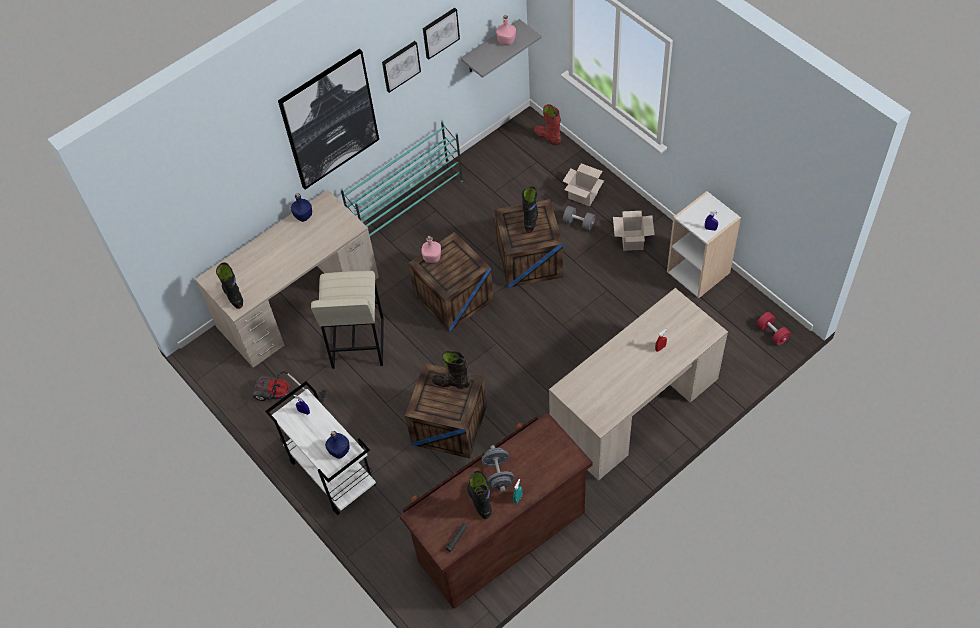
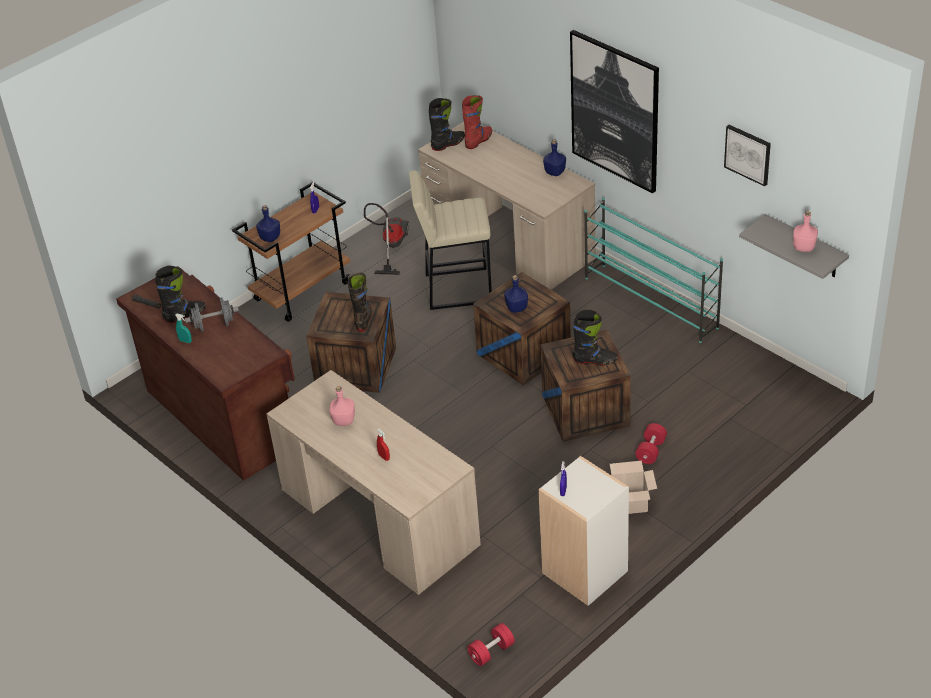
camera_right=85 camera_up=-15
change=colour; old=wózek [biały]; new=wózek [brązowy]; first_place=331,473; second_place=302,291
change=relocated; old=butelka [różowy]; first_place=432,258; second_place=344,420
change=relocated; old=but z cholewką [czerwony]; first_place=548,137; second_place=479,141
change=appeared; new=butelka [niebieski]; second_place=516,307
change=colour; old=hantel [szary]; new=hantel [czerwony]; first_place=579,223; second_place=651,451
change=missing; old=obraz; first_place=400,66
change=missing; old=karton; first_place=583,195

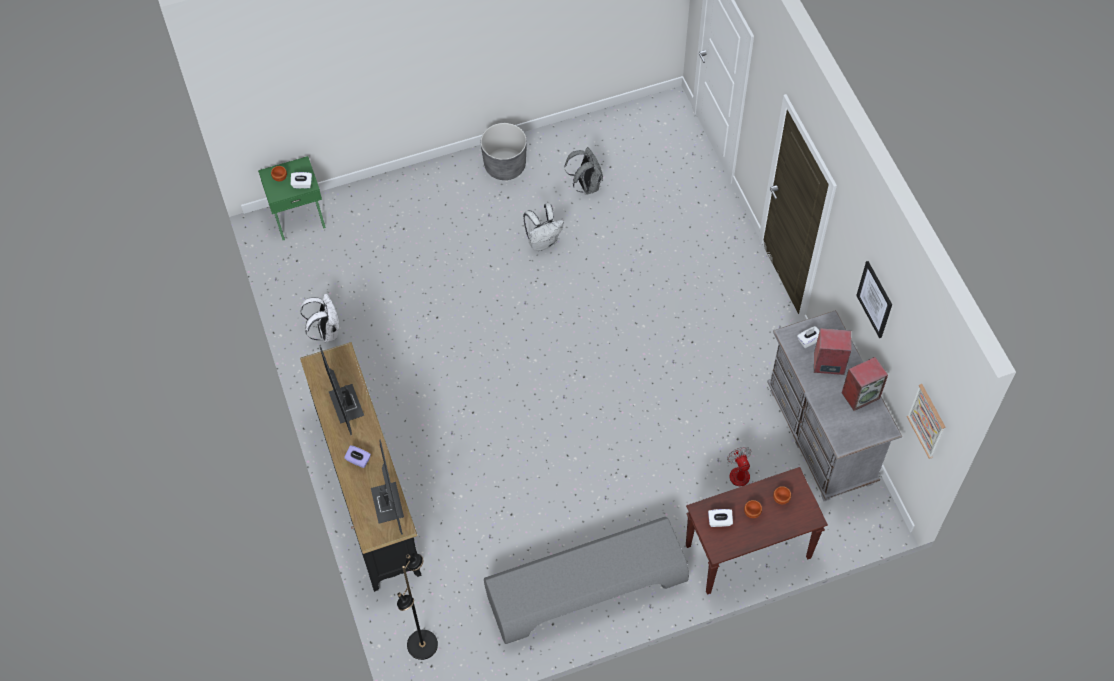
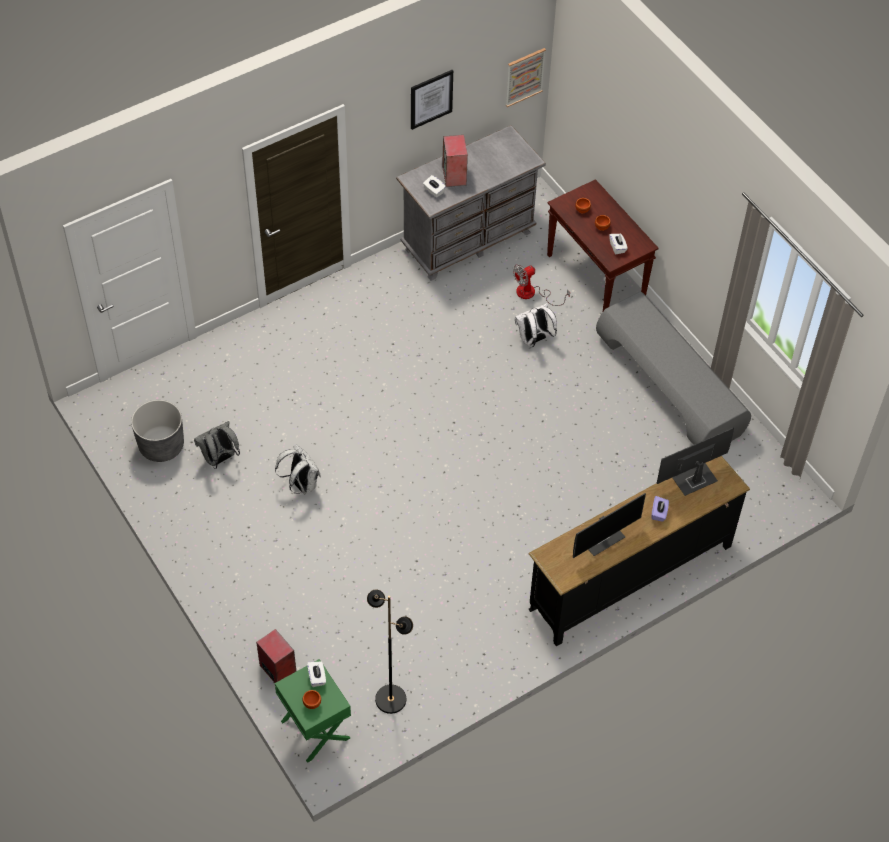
camera_right=-105 camera_up=-5
change=relocated; old=donica [szary]; first_place=505,166; second_place=161,445
change=relocated; old=głośnik; first_place=860,395; second_place=277,669
change=relocated; old=lampa stojąca [czarny]; first_place=423,645; second_place=390,698
change=relocated; old=plecak [biały]; first_place=326,331; second_place=534,339

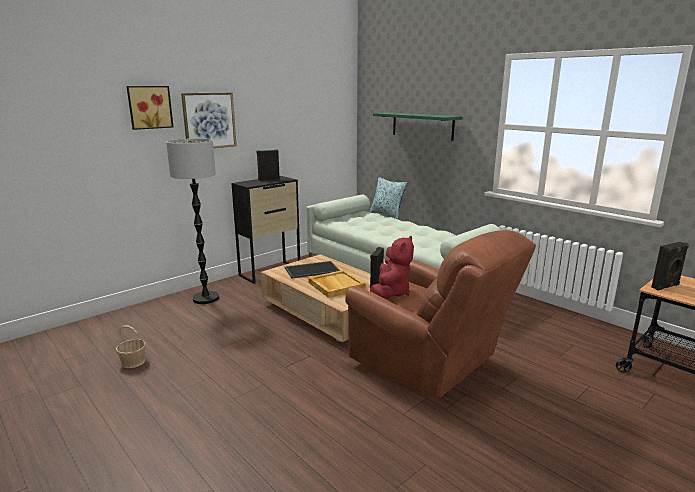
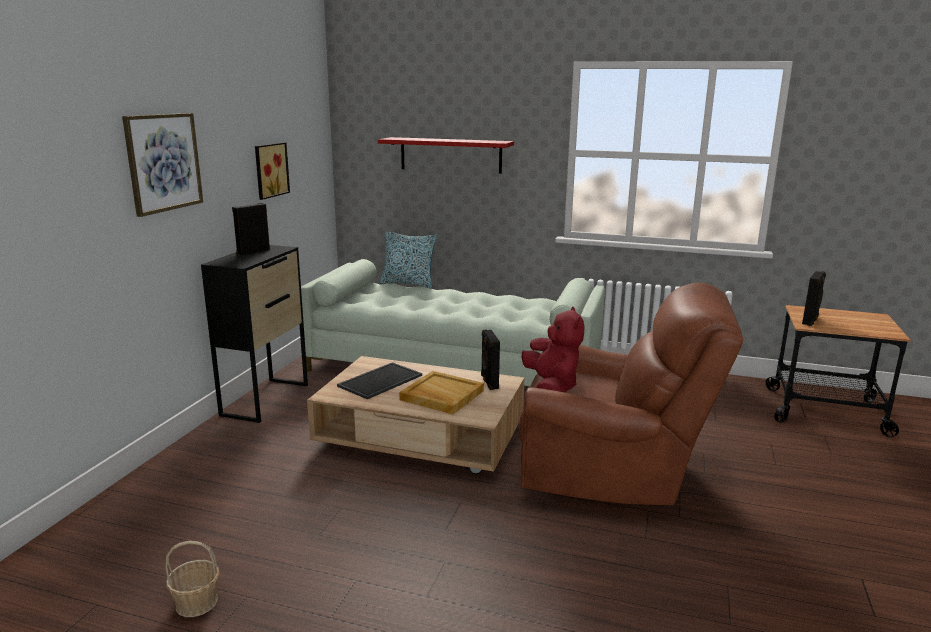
camera_right=-30 camera_up=0
change=relocated; old=obraz; first_place=149,107; second_place=269,170
change=colour; old=półka [zielony]; new=półka [czerwony]; first_place=422,125; second_place=450,155
change=missing; old=lampa stojąca; first_place=206,298

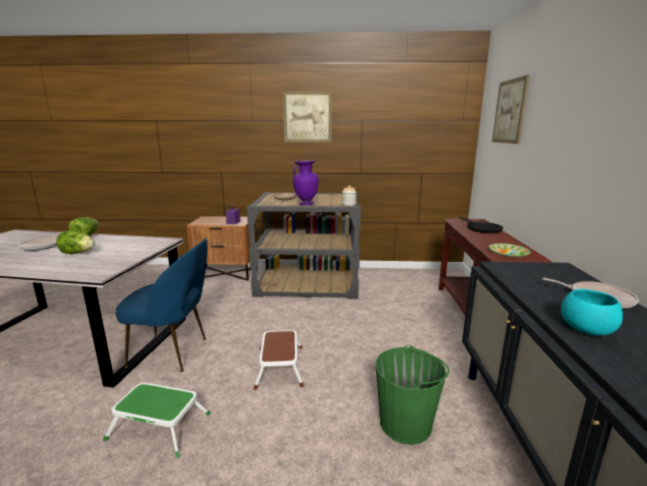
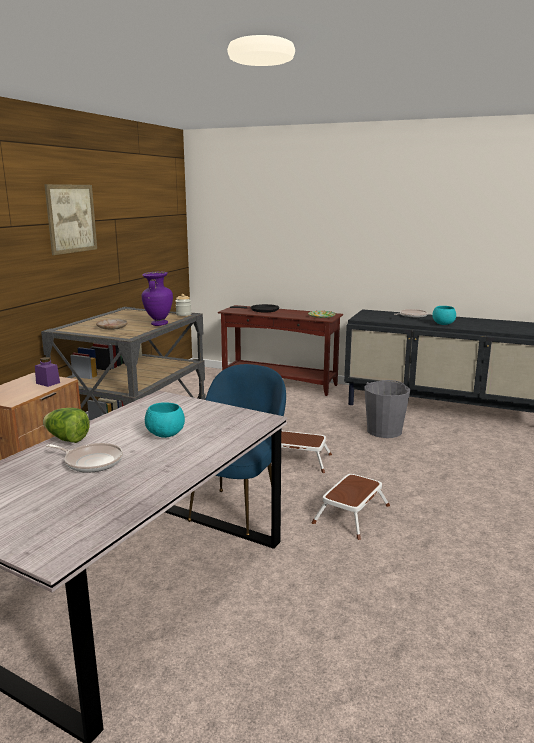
camera_right=-70 camera_up=0
change=exchanged; old=sałata; new=miska [turkusowy]; first_place=78,253; second_place=165,435
change=colour; old=drabinka [zielony]; new=drabinka [brązowy]; first_place=159,426; second_place=352,514
change=colour; old=wiadro [zielony]; new=wiadro [szary]; first_place=406,423; second_place=384,431
change=missing; old=obraz; first_place=510,111

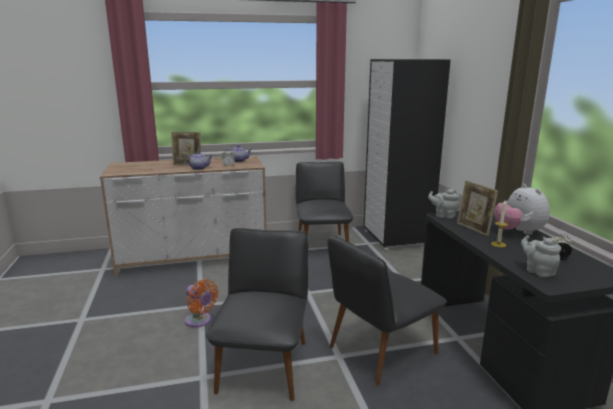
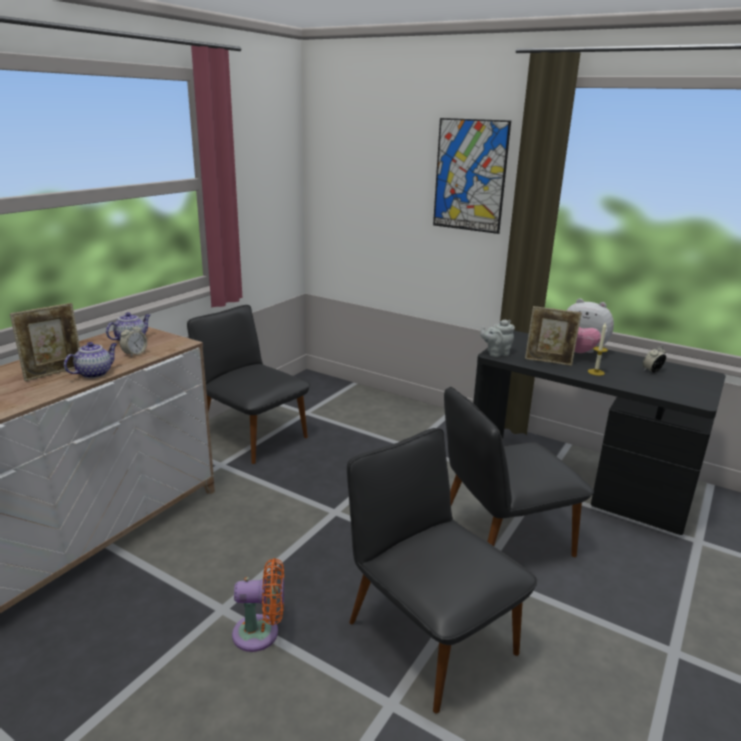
camera_right=-45 camera_up=5
change=appeared; new=obraz; second_place=470,176
change=spun; old=krzesło [czarny]; first_place=382,350; second_place=505,539; degrees=60
change=missing; old=szafa; first_place=397,238
change=missing; old=imbryk [szary]; first_place=538,271

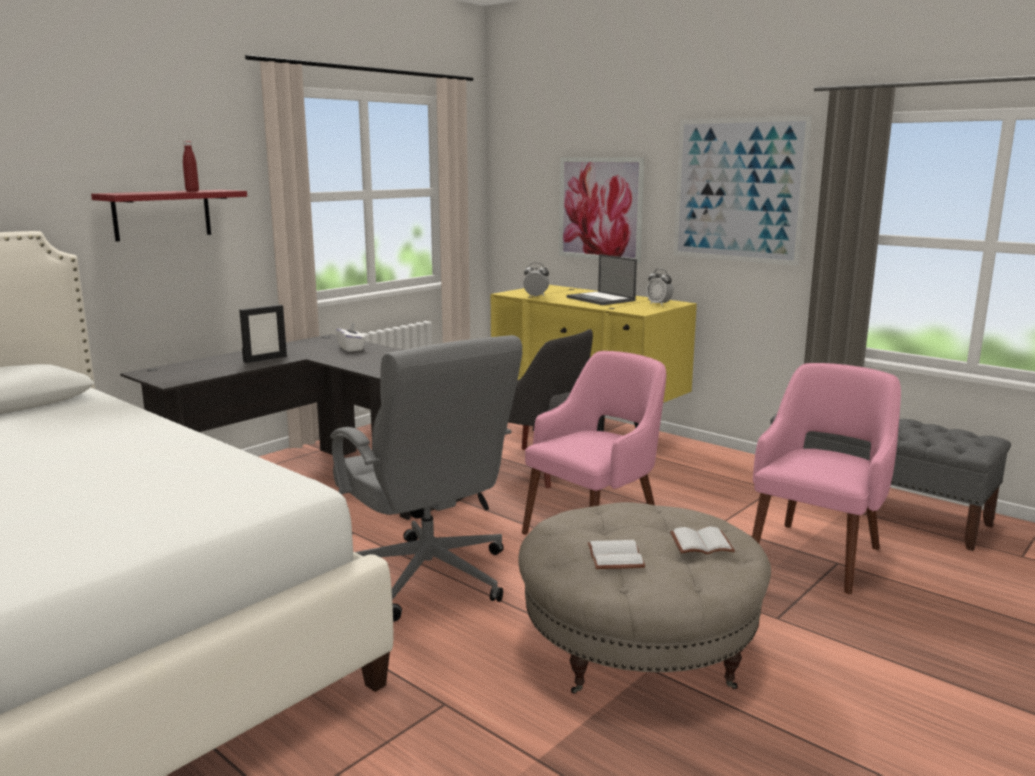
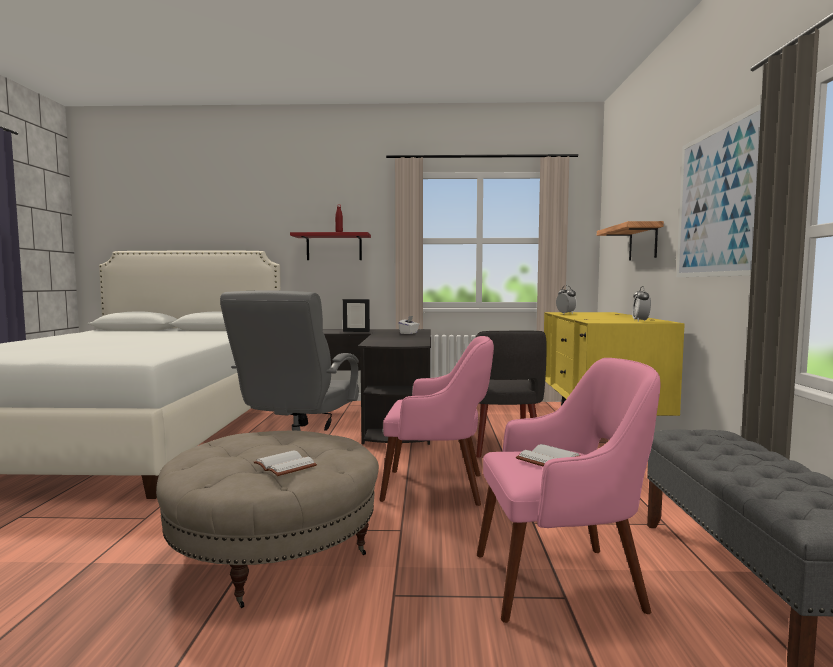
camera_right=50 camera_up=-10
change=relocated; old=książka [biały]; first_place=613,556; second_place=548,459
change=exchanged; old=obraz; new=półka; first_place=600,209; second_place=643,242
change=missing; old=laptop; first_place=601,299

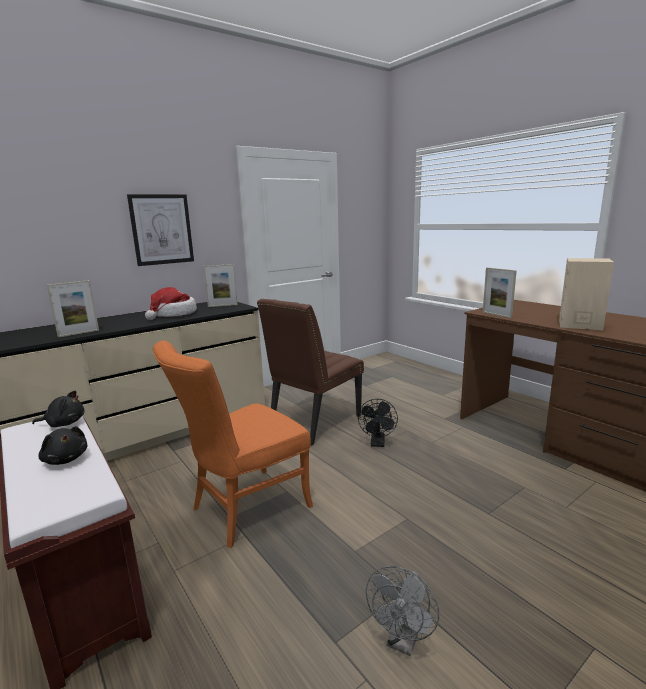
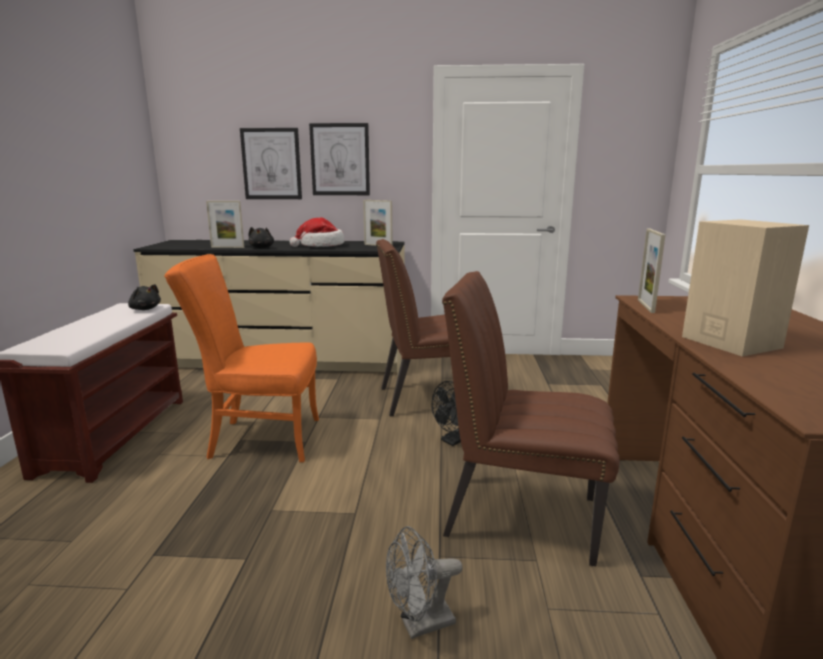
camera_right=40 camera_up=0
change=appeared; new=obraz; second_place=271,164
change=relocated; old=pluszak [czarny]; first_place=66,459; second_place=262,247
change=relocated; old=wentylator [szary]; first_place=403,641; second_place=420,625
change=appeared; new=krzesło [brązowy]; second_place=523,517

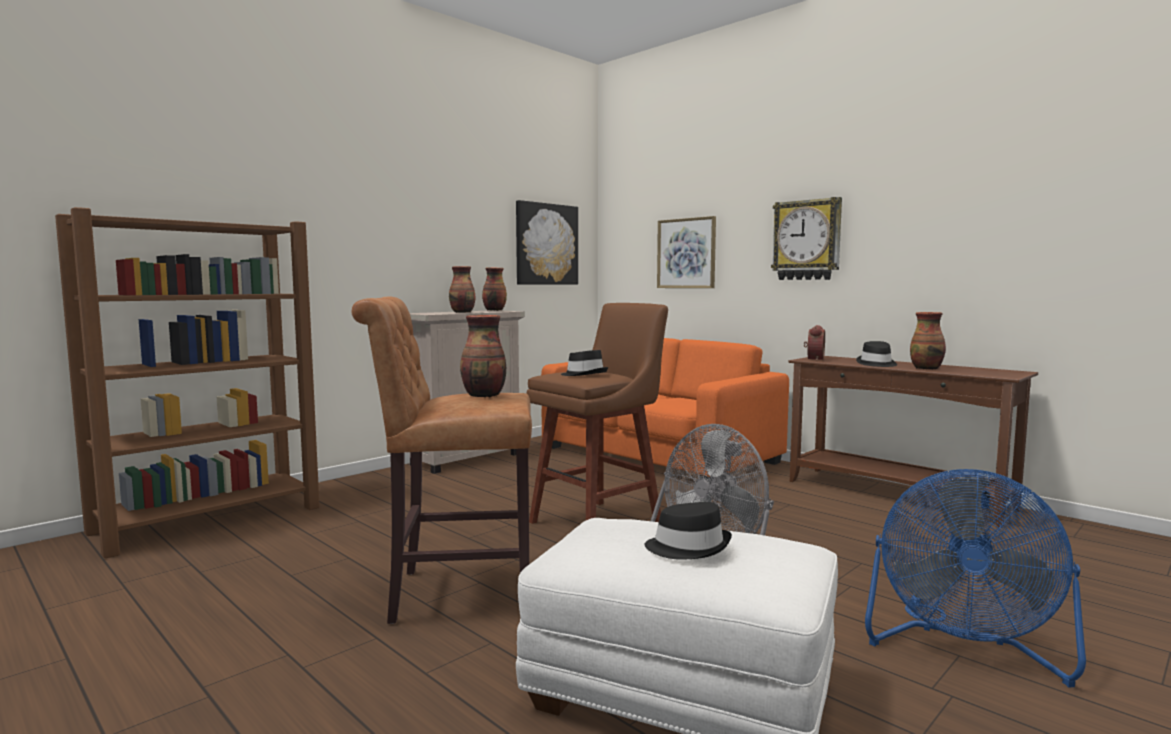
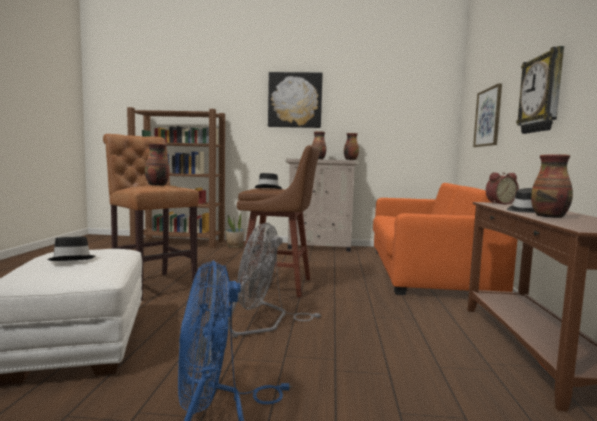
camera_right=50 camera_up=0
change=appeared; new=roślina doniczkowa; second_place=234,246
change=relocated; old=obraz; first_place=546,244; second_place=295,100

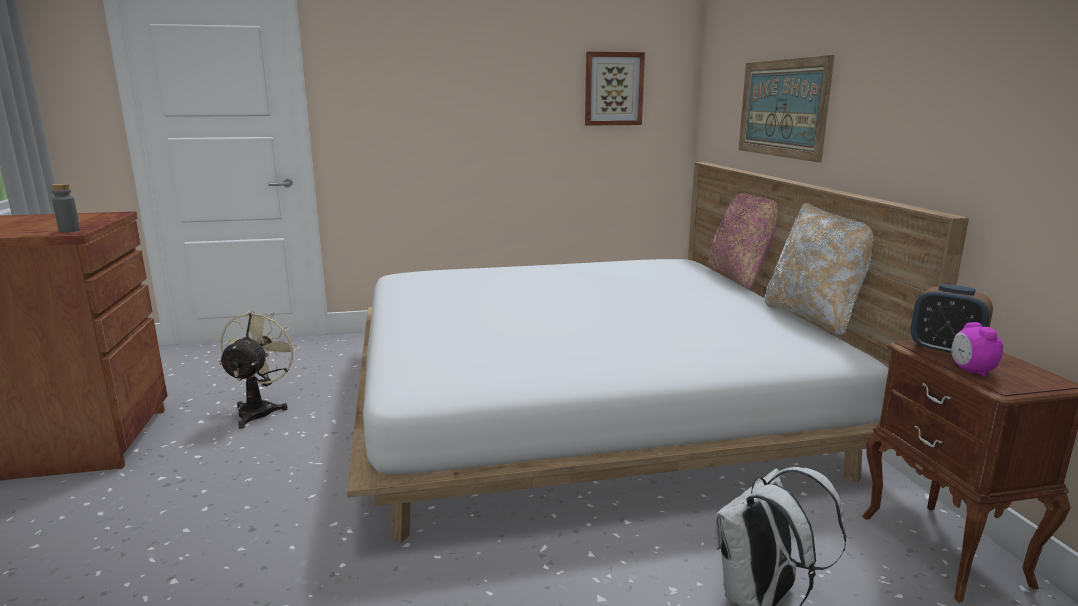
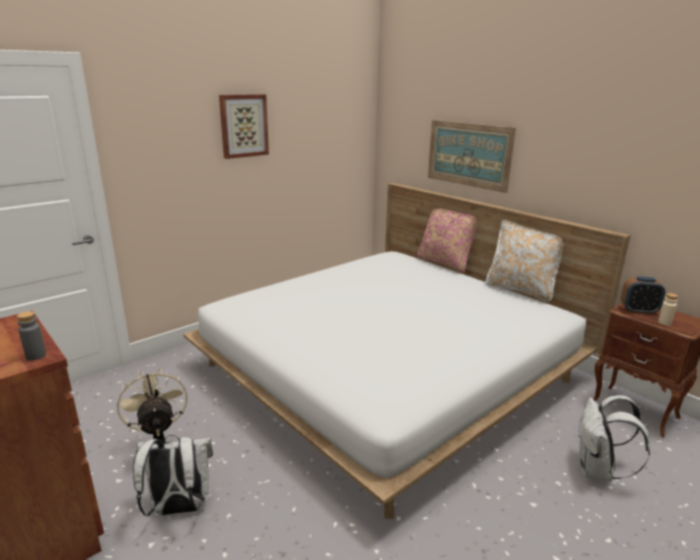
camera_right=-30 camera_up=5
change=appeared; new=plecak [biały]; second_place=179,508
change=relocated; old=obraz; first_place=613,89; second_place=243,126
change=exchanged; old=budzik; new=butelka [beżowy]; first_place=971,371; second_place=664,323

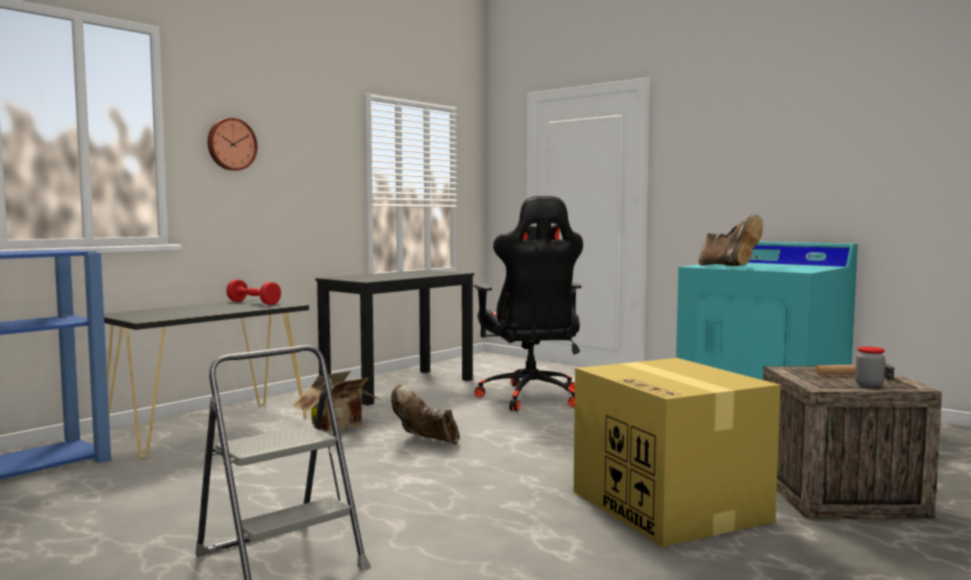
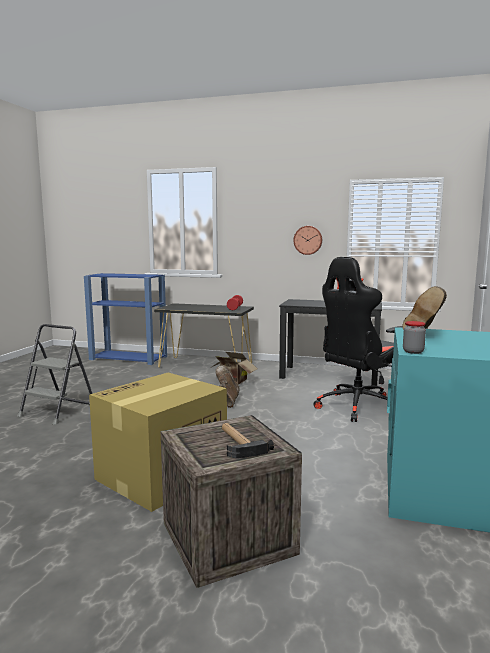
camera_right=65 camera_up=5
change=relocated; old=zegar ścienny; first_place=231,144; second_place=308,240
change=relocated; old=słoik; first_place=869,385; second_place=413,351

